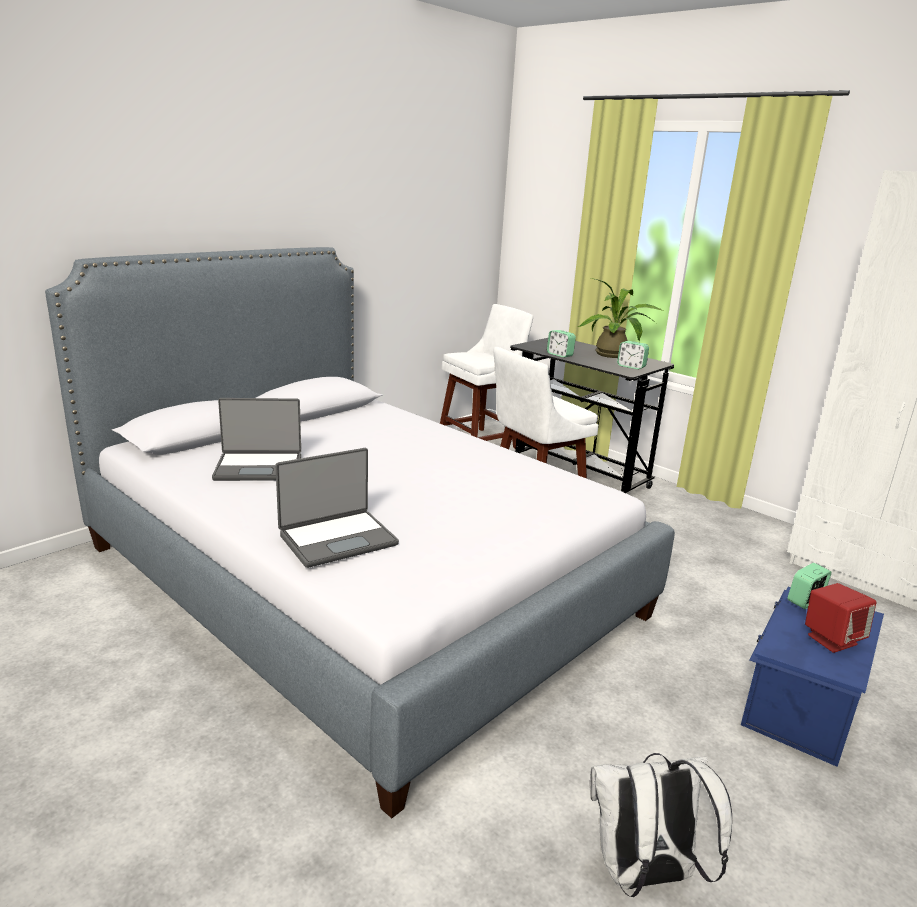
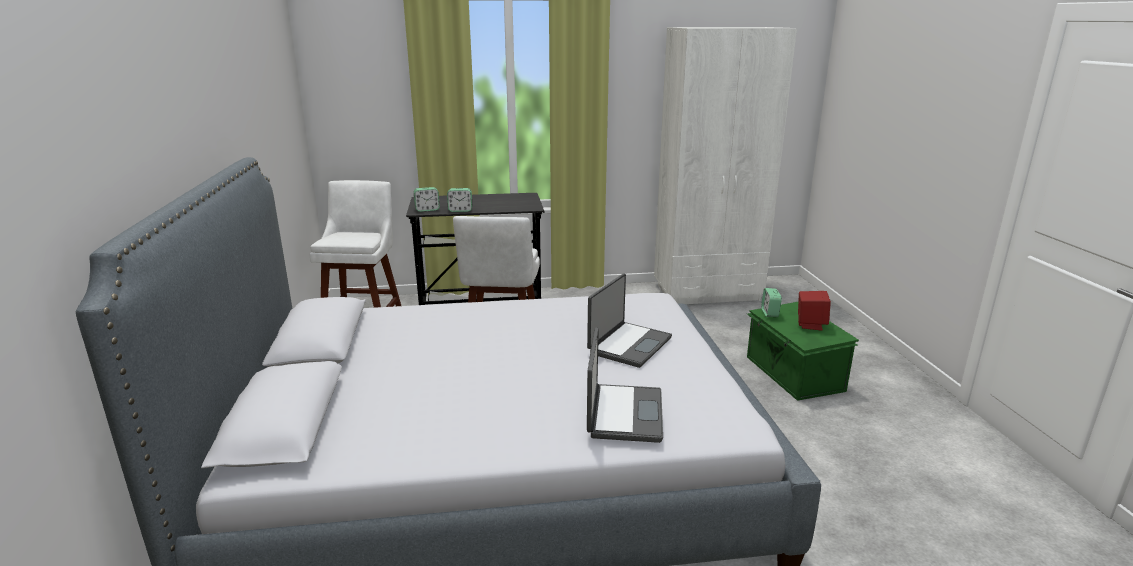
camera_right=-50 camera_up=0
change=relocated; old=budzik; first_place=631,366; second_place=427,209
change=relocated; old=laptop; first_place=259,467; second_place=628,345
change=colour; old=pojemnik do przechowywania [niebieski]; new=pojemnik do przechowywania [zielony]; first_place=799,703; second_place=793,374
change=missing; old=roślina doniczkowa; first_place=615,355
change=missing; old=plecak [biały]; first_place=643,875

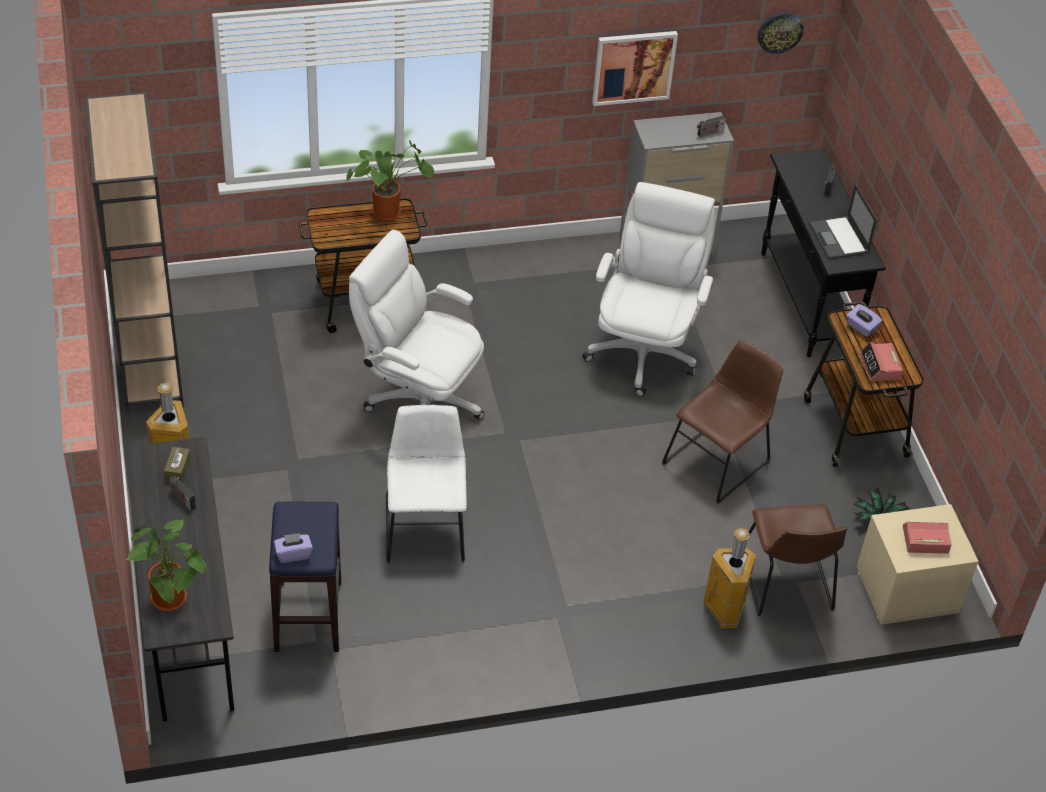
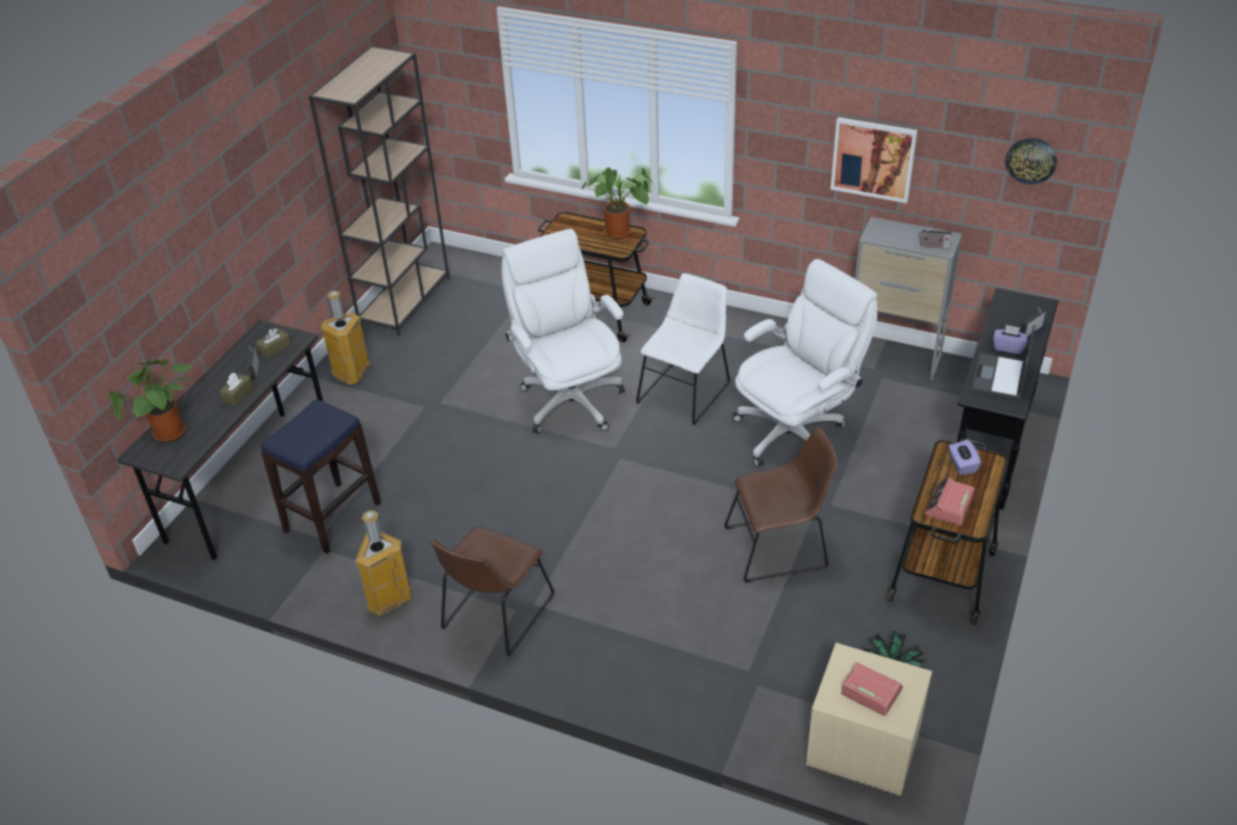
camera_right=40 camera_up=-5
change=appeared; new=pudełko chusteczek [brązowy]; second_place=238,394
change=relocated; old=kosz na śmieci; first_place=725,611; second_place=388,599
change=relocated; old=krzesło [brązowy]; first_place=787,584; second_place=495,615
change=relocated; old=krzesło [biały]; first_place=425,525; second_place=685,390
change=relocated; old=pudełko chusteczek [fioletowy]; first_place=293,554; second_place=1008,347

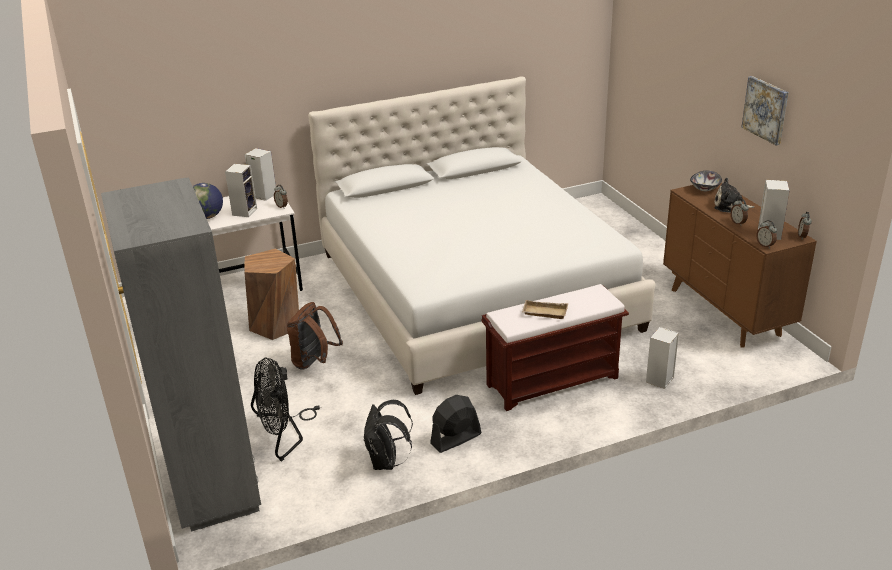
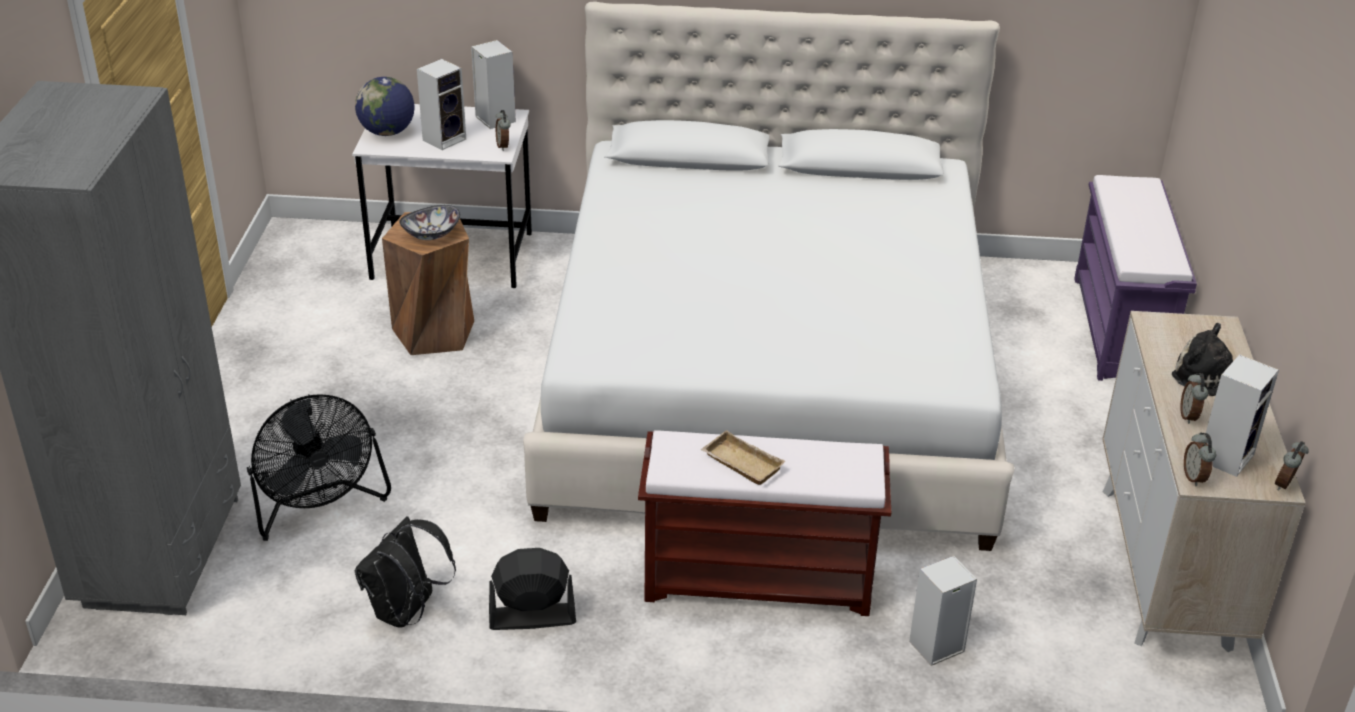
camera_right=25 camera_up=5
change=spun; old=wentylator [czarny]; first_place=284,430; second_place=312,505; degrees=-120
change=relocated; old=miska; first_place=705,188; second_place=431,235
change=appeared; new=ławka [fioletowy]; second_place=1119,330
change=colour; old=komoda [brązowy]; new=komoda [biały]; first_place=725,311; second_place=1166,566
change=missing; old=plecak [brązowy]; first_place=314,362
change=missing; old=obraz; first_place=766,110

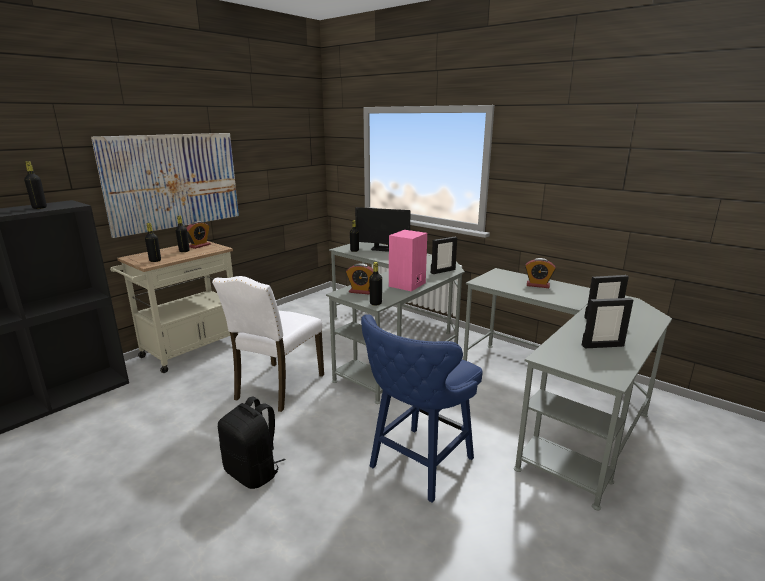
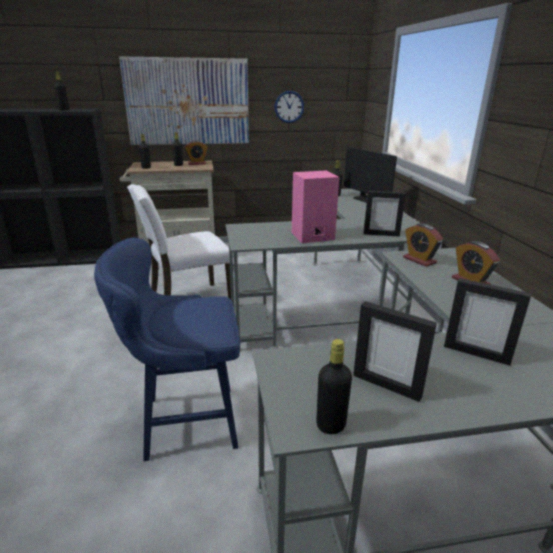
camera_right=40 camera_up=5
change=appeared; new=zegar ścienny; second_place=289,107
change=relocated; old=butelka [czarny]; first_place=375,303; second_place=331,425
change=relocated; old=budzik; first_place=361,291; second_place=419,260
change=missing; old=plecak [czarny]; first_place=253,472

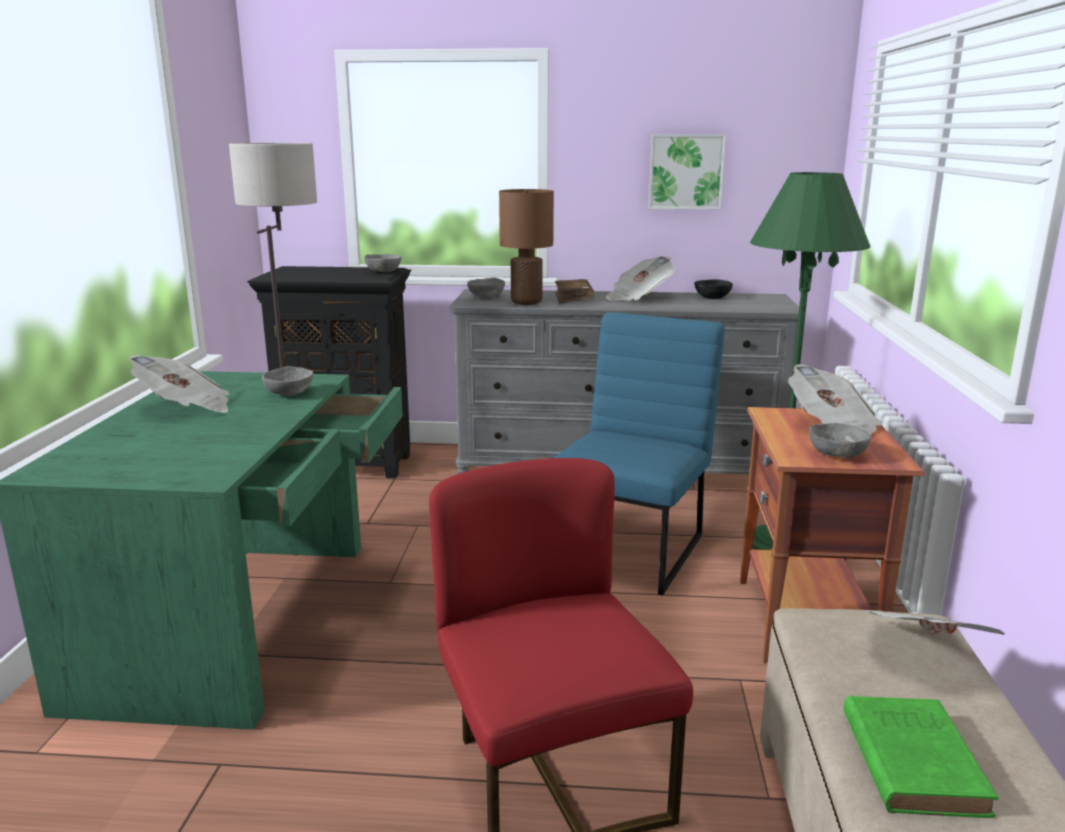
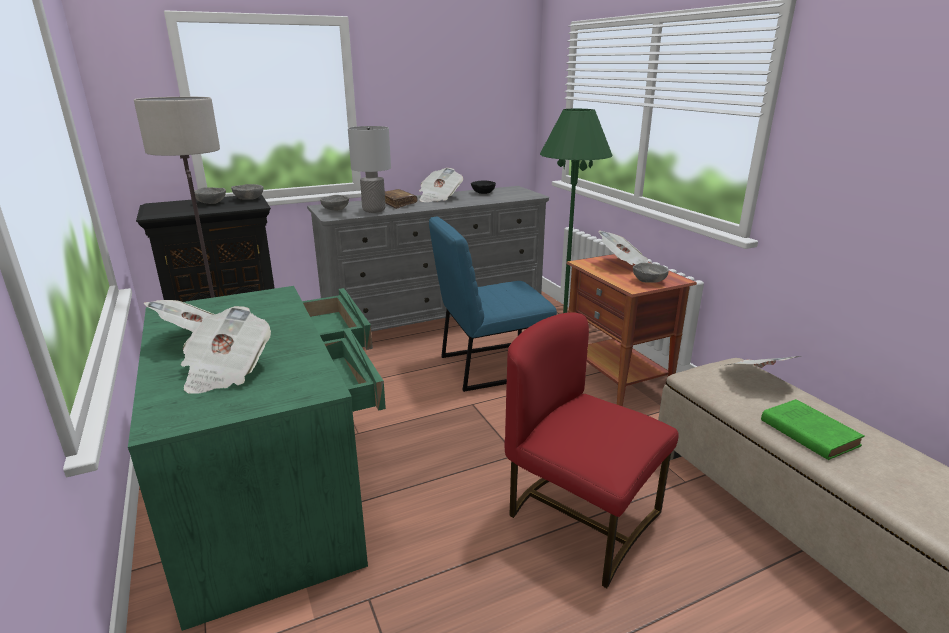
camera_right=-30 camera_up=5
change=appeared; new=gazeta; second_place=226,371
change=relocated; old=miska [szary]; first_place=289,393; second_place=211,203
change=colour; old=lampa stołowa [brązowy]; new=lampa stołowa [szary]; first_place=526,304; second_place=374,212
change=spun; old=krzesło [niebieski]; first_place=632,549; second_place=490,366; degrees=-105
change=missing; old=obraz; first_place=686,171

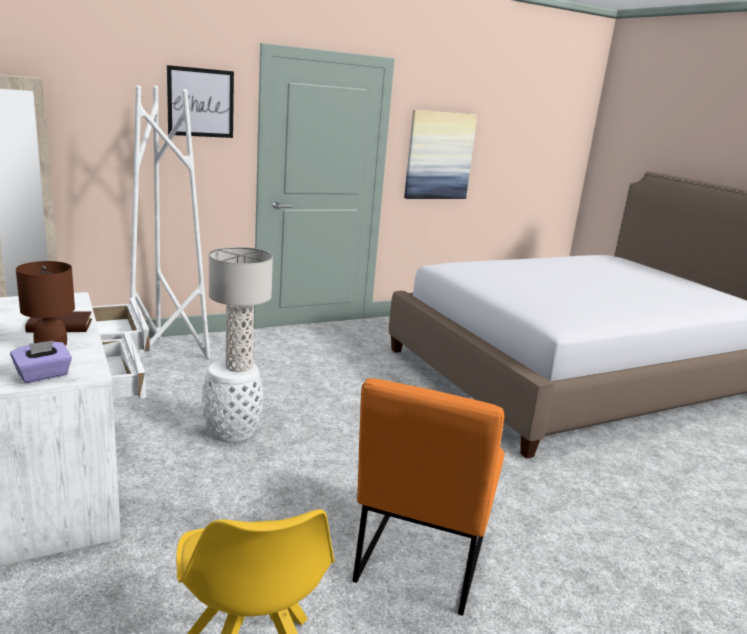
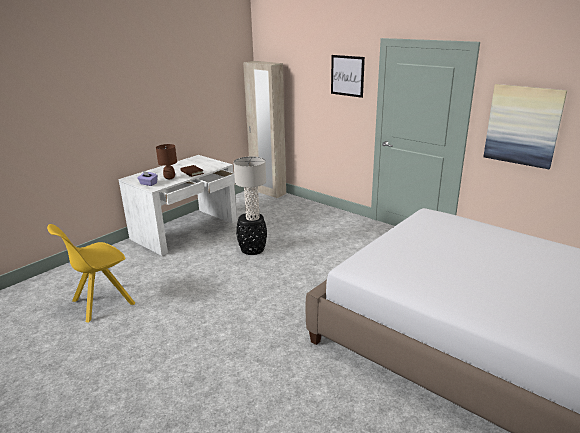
camera_right=70 camera_up=5
change=colour; old=stołek [biały]; new=stołek [czarny]; first_place=232,431; second_place=252,249
change=missing; old=wieszak [biały]; first_place=166,354
change=missing; old=krzesło [pomarańczowy]; first_place=420,557

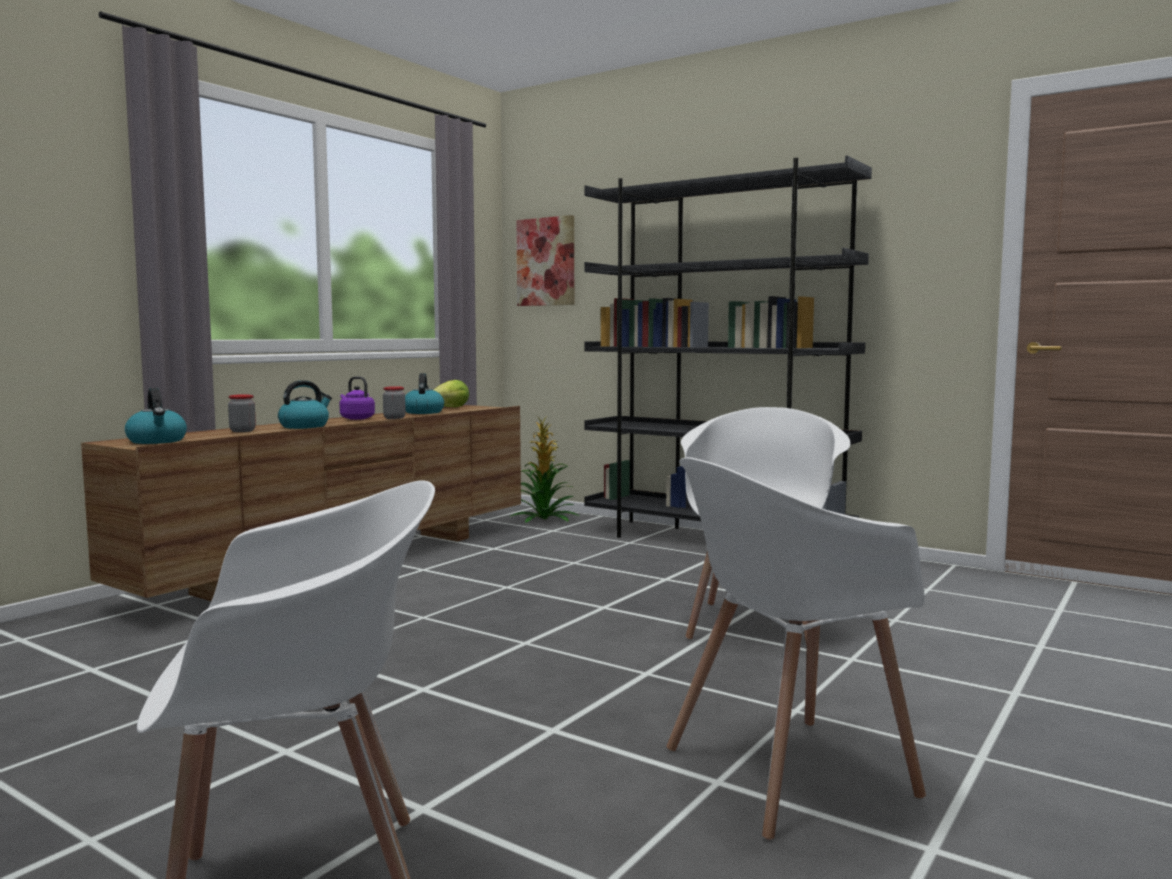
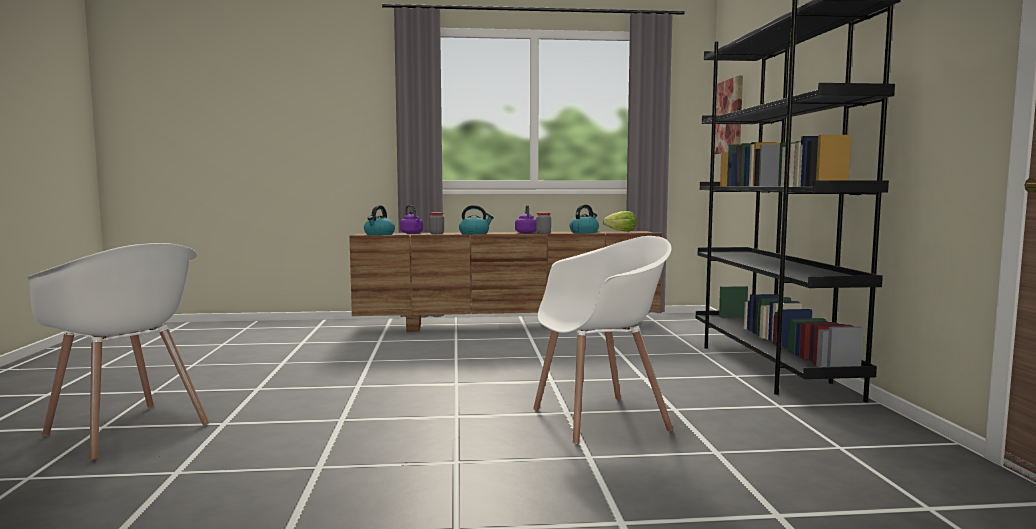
camera_right=50 camera_up=0
change=appeared; new=czajnik [fioletowy]; second_place=412,233
change=missing; old=roślina doniczkowa; first_place=543,519
change=missing; old=krzesło [biały]; first_place=786,774

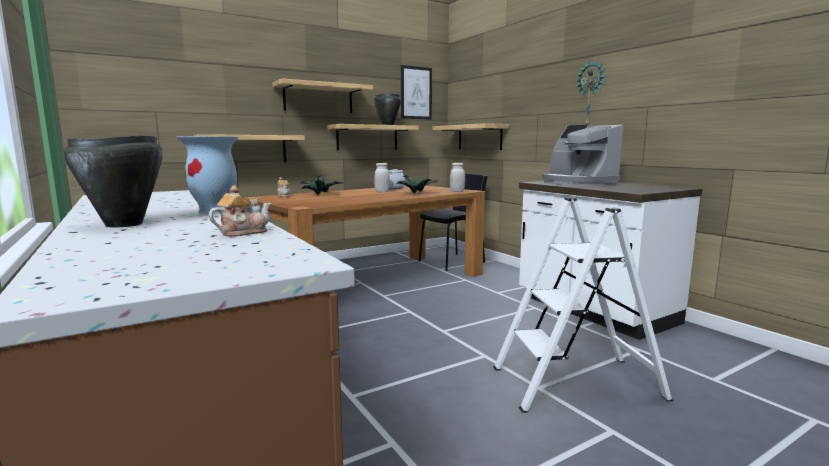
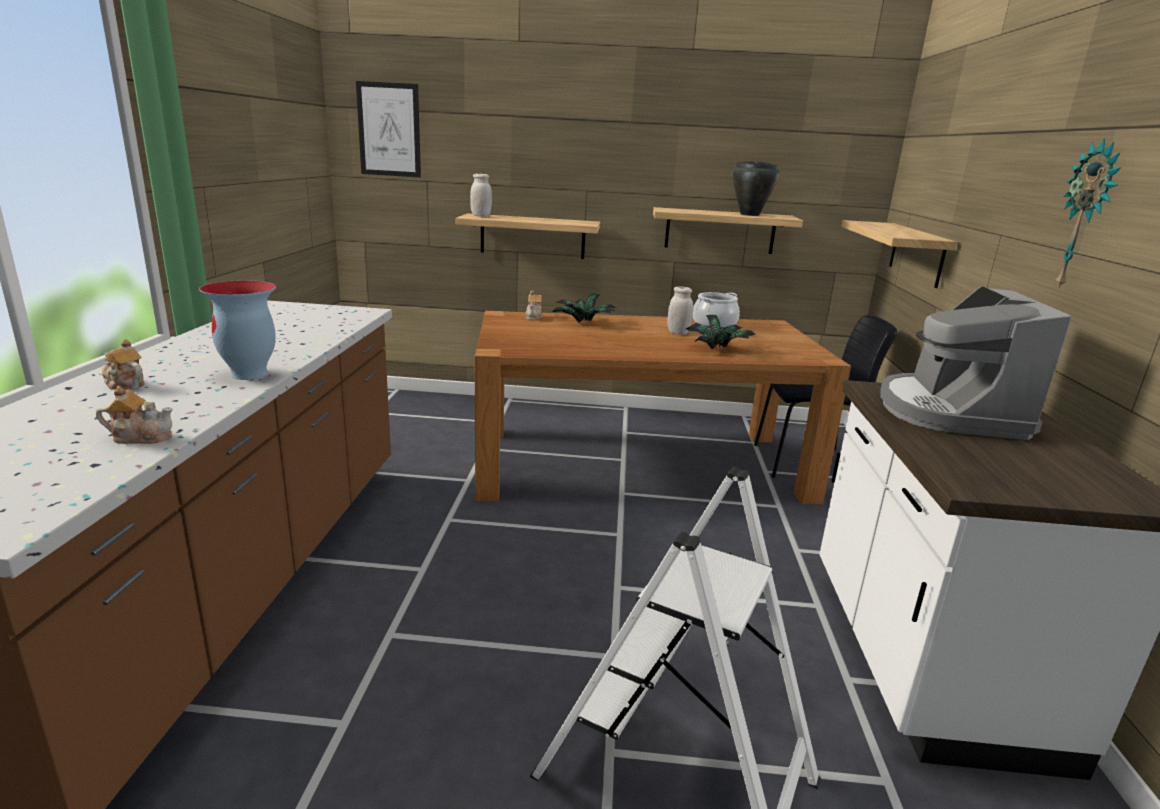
camera_right=35 camera_up=10
change=exchanged; old=garnek [czarny]; new=imbryk; first_place=124,224; second_place=124,384
change=relocated; old=obraz; first_place=416,93; second_place=389,130
change=relocated; old=słoik [biały]; first_place=457,191; second_place=481,216
change=missing; old=półka; first_place=318,98

